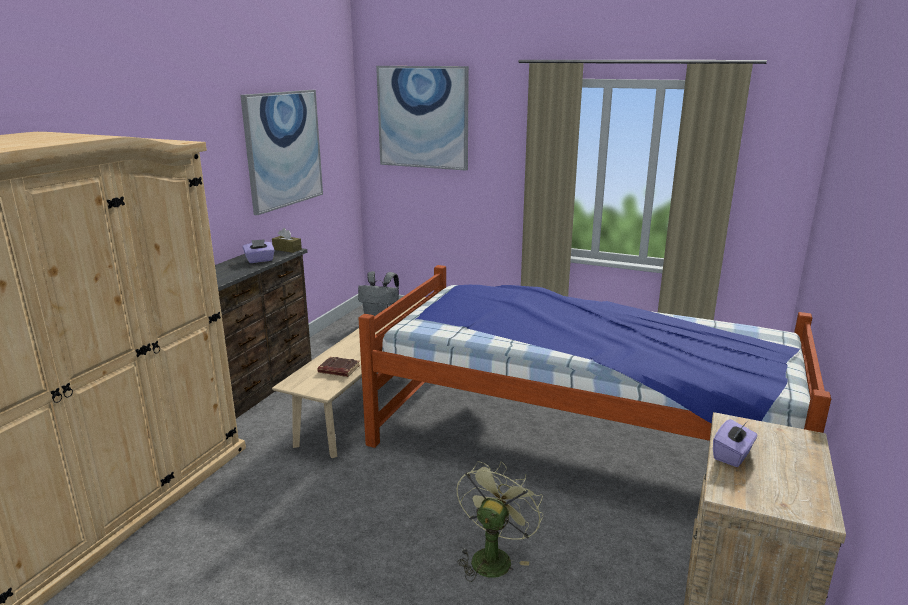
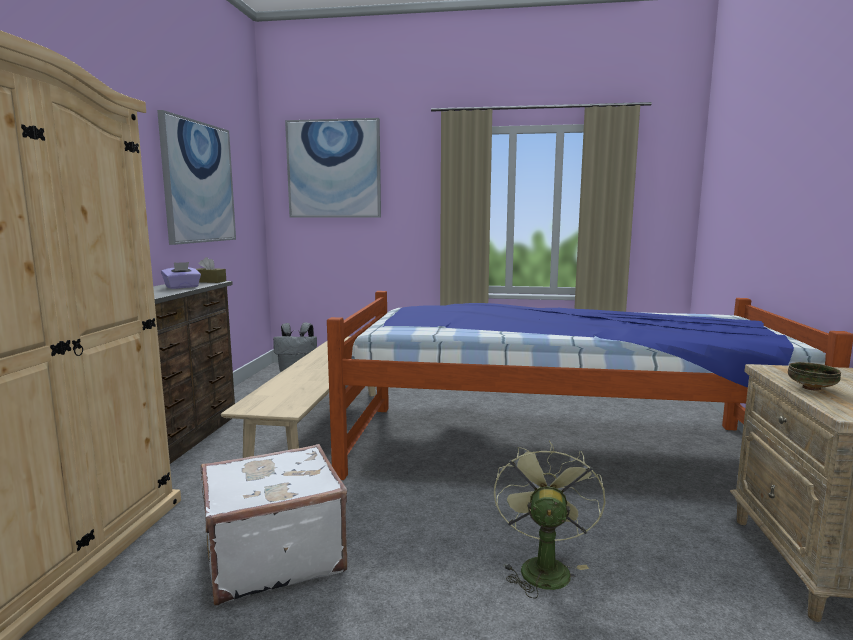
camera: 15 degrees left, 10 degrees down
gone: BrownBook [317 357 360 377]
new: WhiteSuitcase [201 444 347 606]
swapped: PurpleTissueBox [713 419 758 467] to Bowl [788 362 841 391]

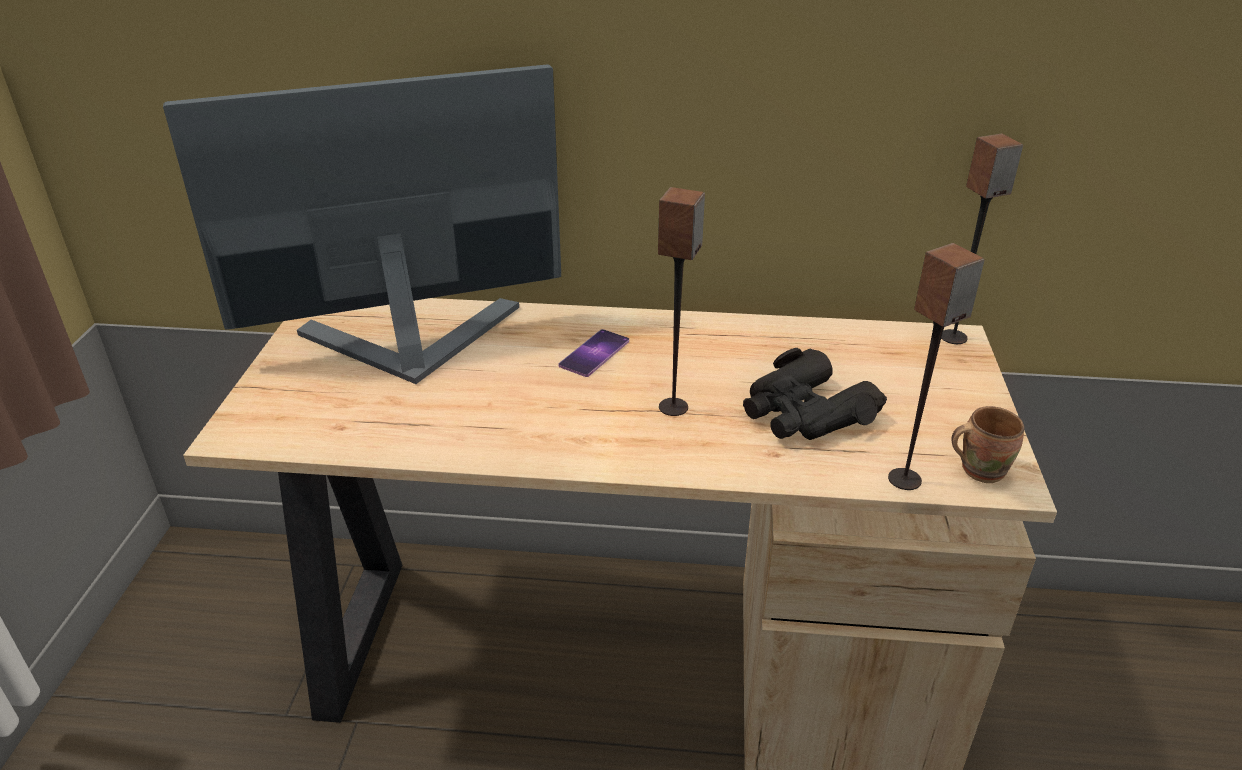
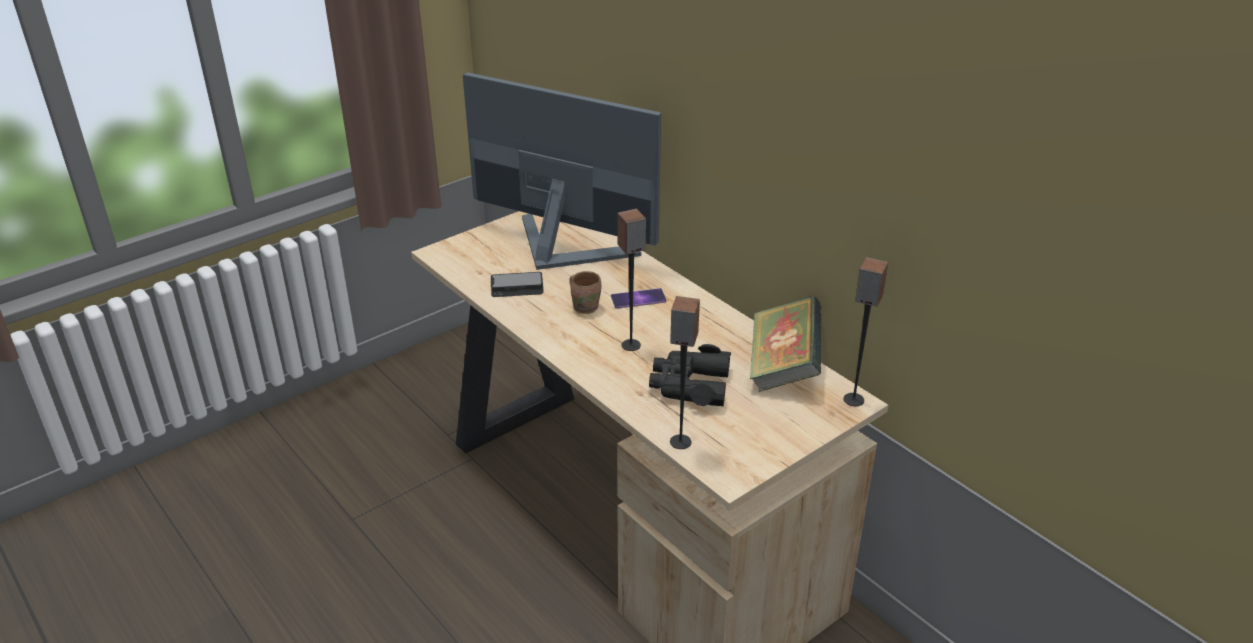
camera: 45 degrees right, 0 degrees up
new: Phone [491 272 544 297]; Book [750 296 821 392]
shifted: BrownMug [951 406 1024 483] to [569 271 601 314]

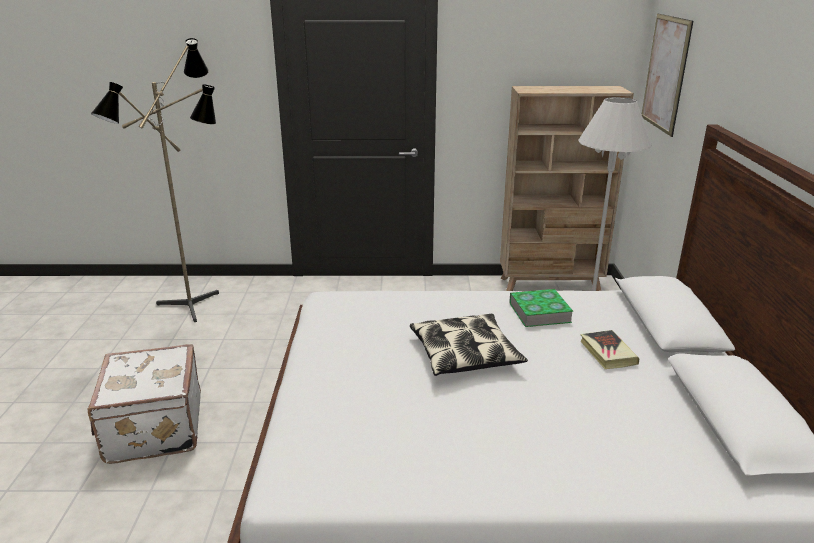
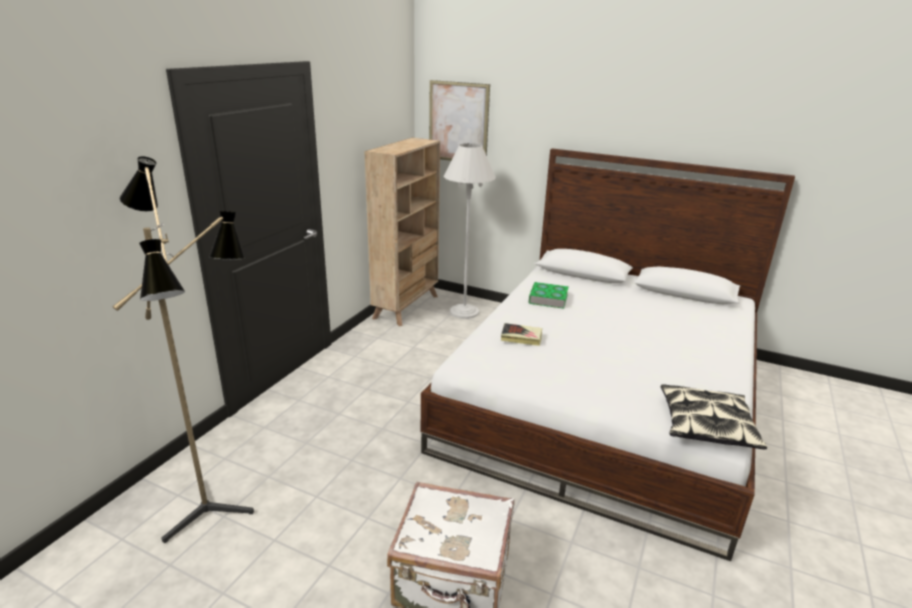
camera: 65 degrees left, 0 degrees up
shifted: Book [580 330 639 369] to [501 323 542 346]; Pillow [410 314 528 376] to [661 384 767 449]

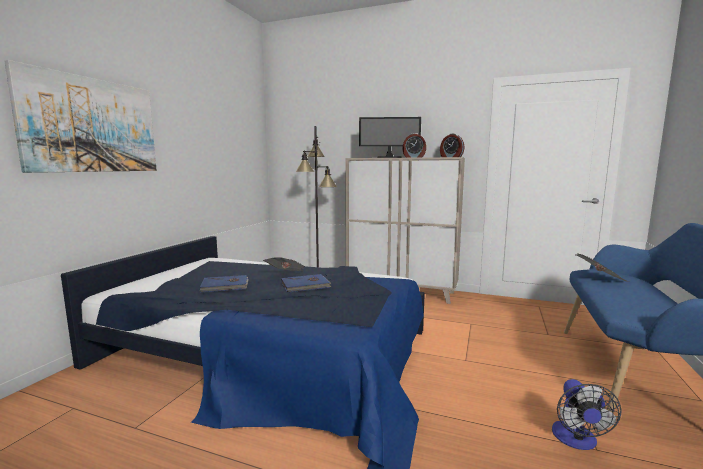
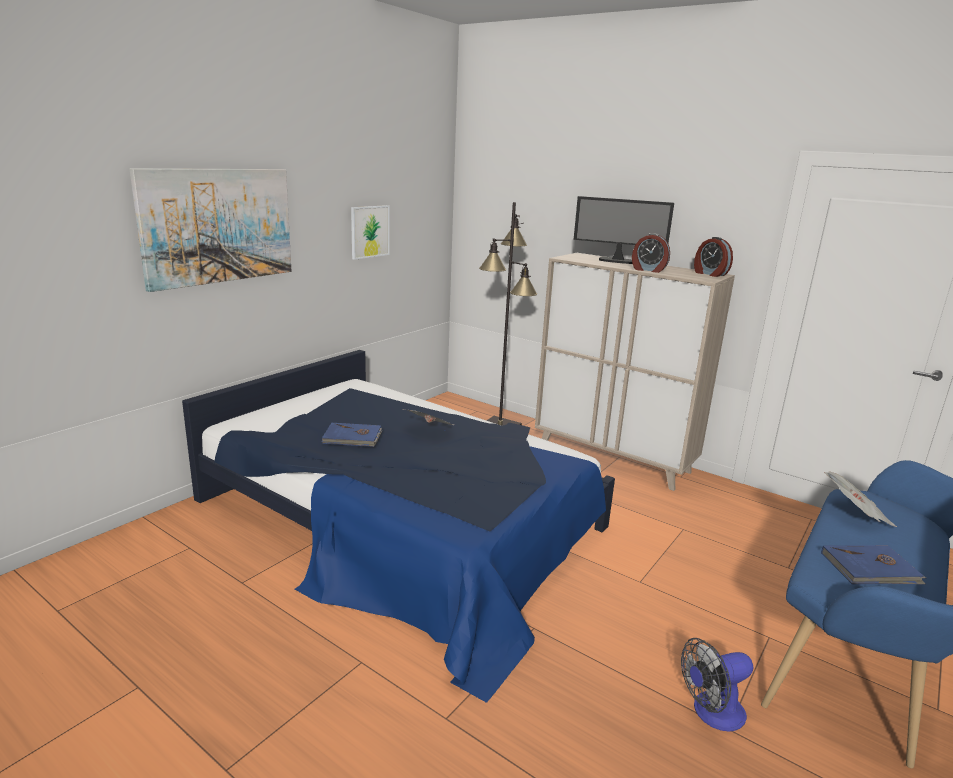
camera: 15 degrees right, 10 degrees up
new: Picture [351 205 390 260]
shifted: BlueBook [281 274 331 293] to [821 545 926 585]
rotated: Fan [552 379 622 450] = [681 638 754 731] 45 degrees clockwise

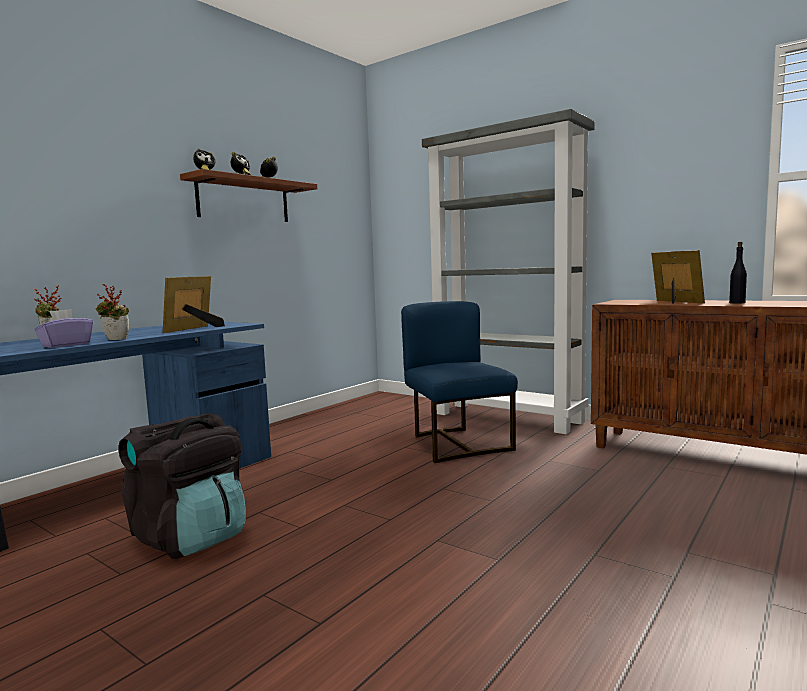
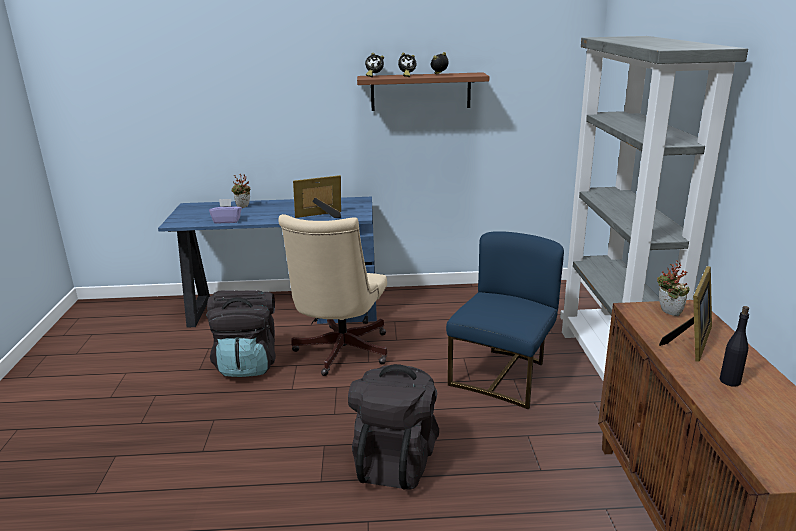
camera: 50 degrees right, 15 degrees up
new: BeigeOfficeChair [278 214 387 376]; BlackBackpack [348 364 439 490]
shifted: PottedPlant [96 284 129 340] to [657 260 690 316]

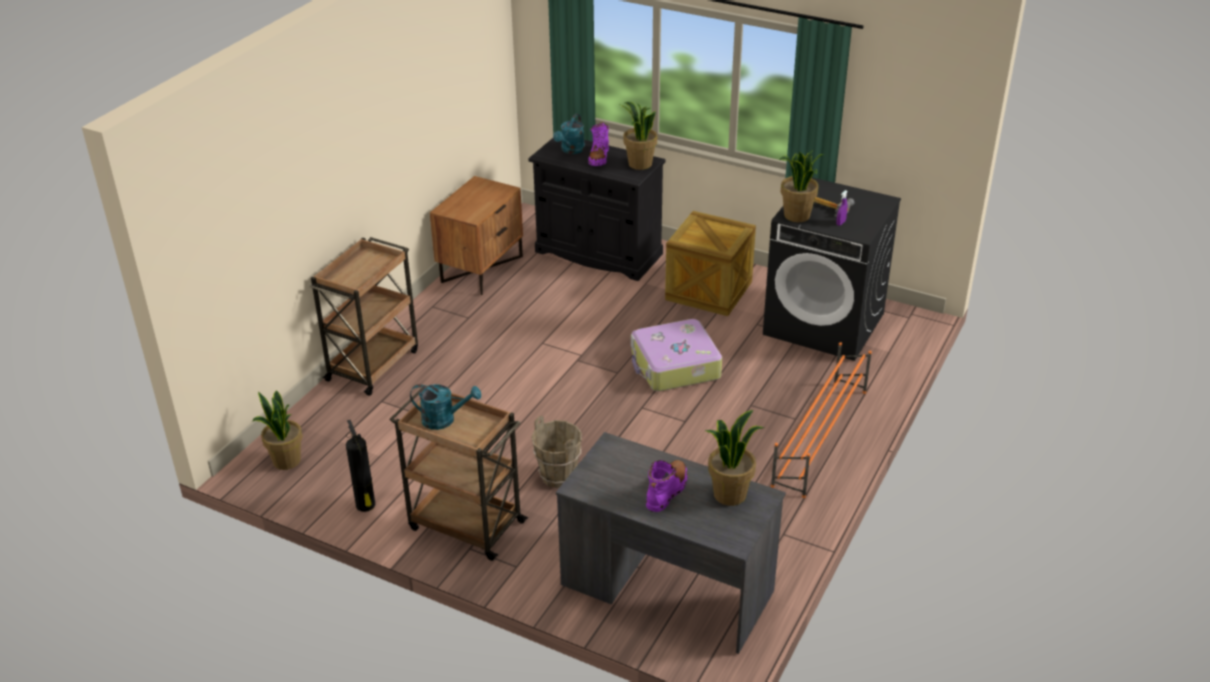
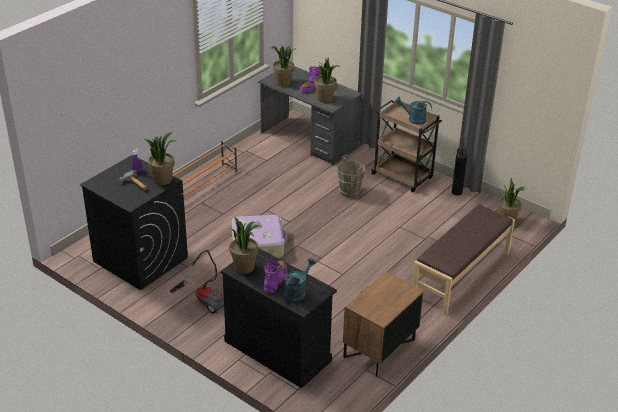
camera: 170 degrees left, 0 degrees up
new: PottedPlant [314 57 340 103]
swapped: Crate [665 211 756 316] to VacuumCleaner [170 250 224 314]; BrownCart [309 237 418 396] to BrownBench [412 204 515 315]

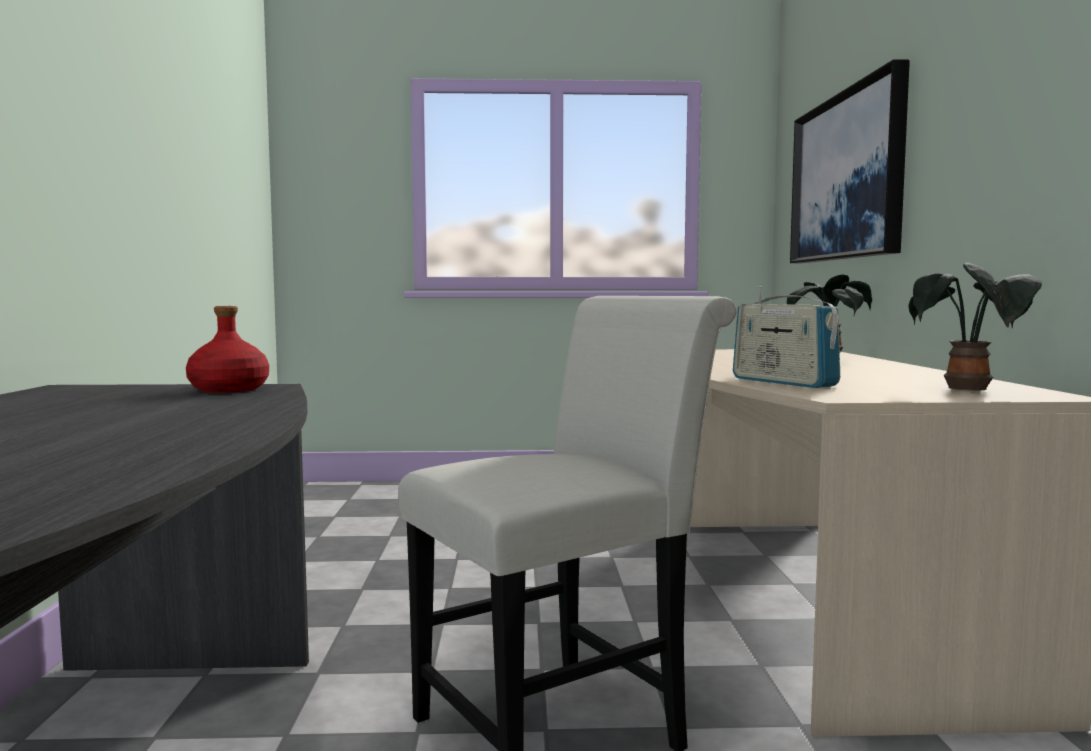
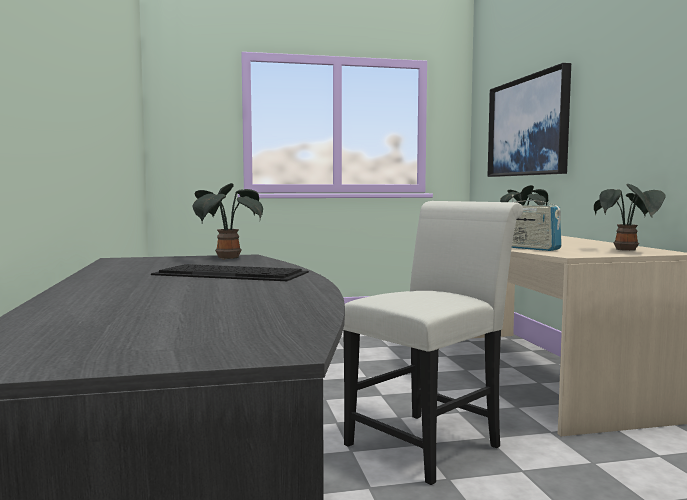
camera: 10 degrees left, 0 degrees up
new: Keyboard [151 264 309 281]
swapped: RedBottle [186 306 269 393] to PottedPlant [193 183 263 260]

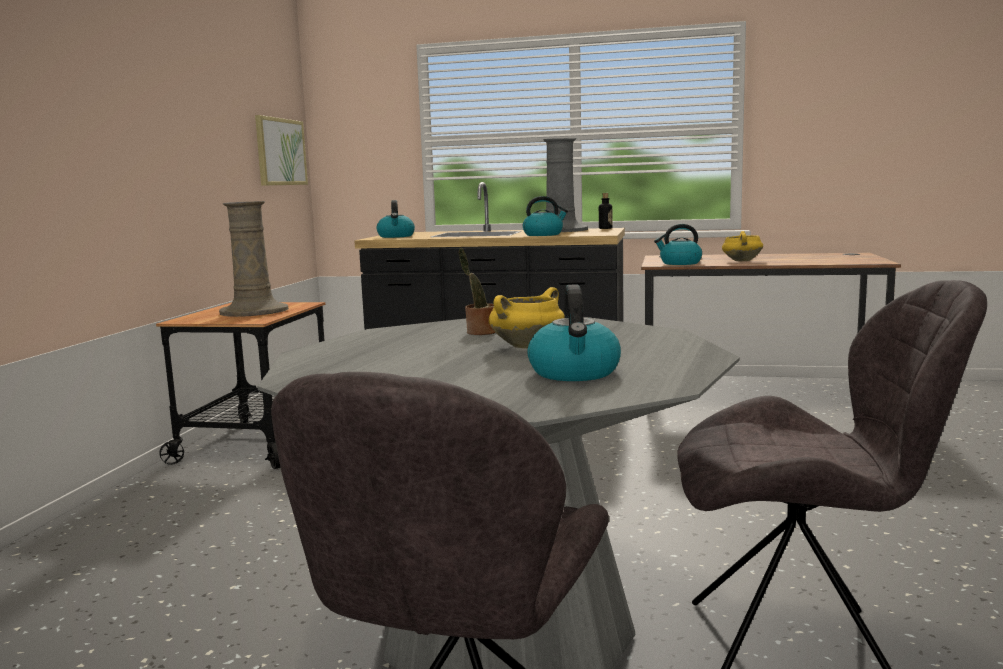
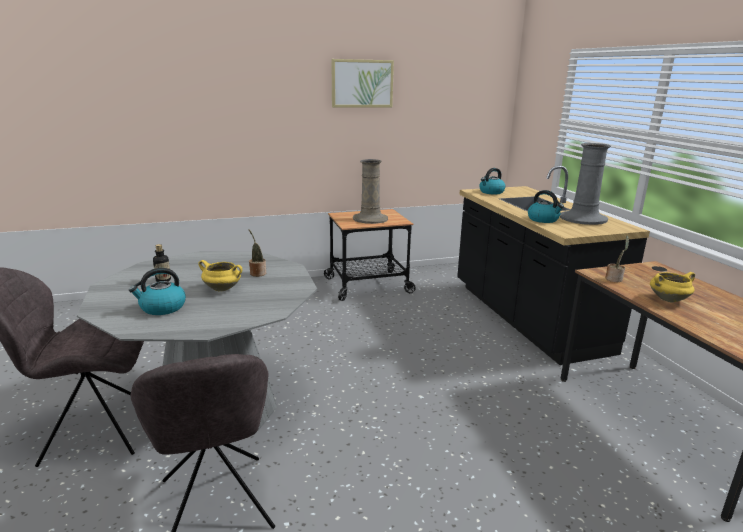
camera: 60 degrees right, 10 degrees up
shifted: Bottle [599 193 612 229] to [153 244 171 282]; Picture [255 115 308 186] to [331 59 394 108]
swapped: Kettle [654 224 702 265] to PottedPlant [605 236 629 282]

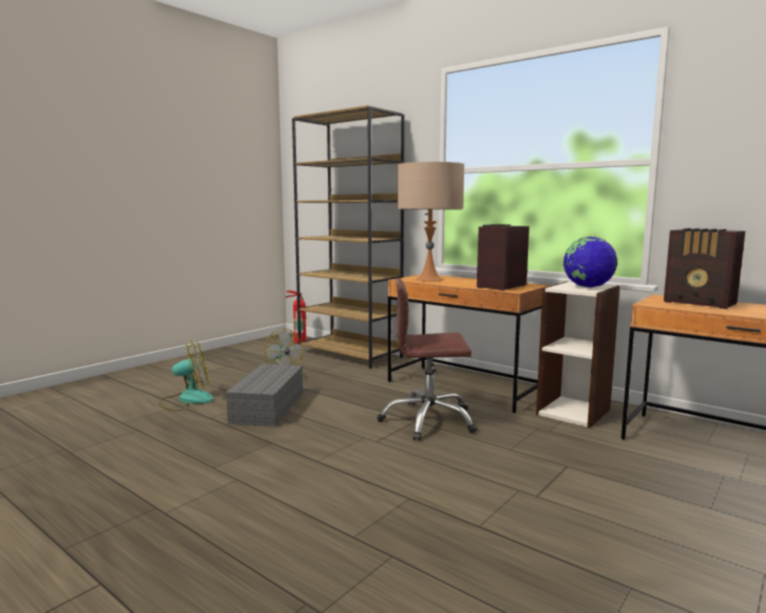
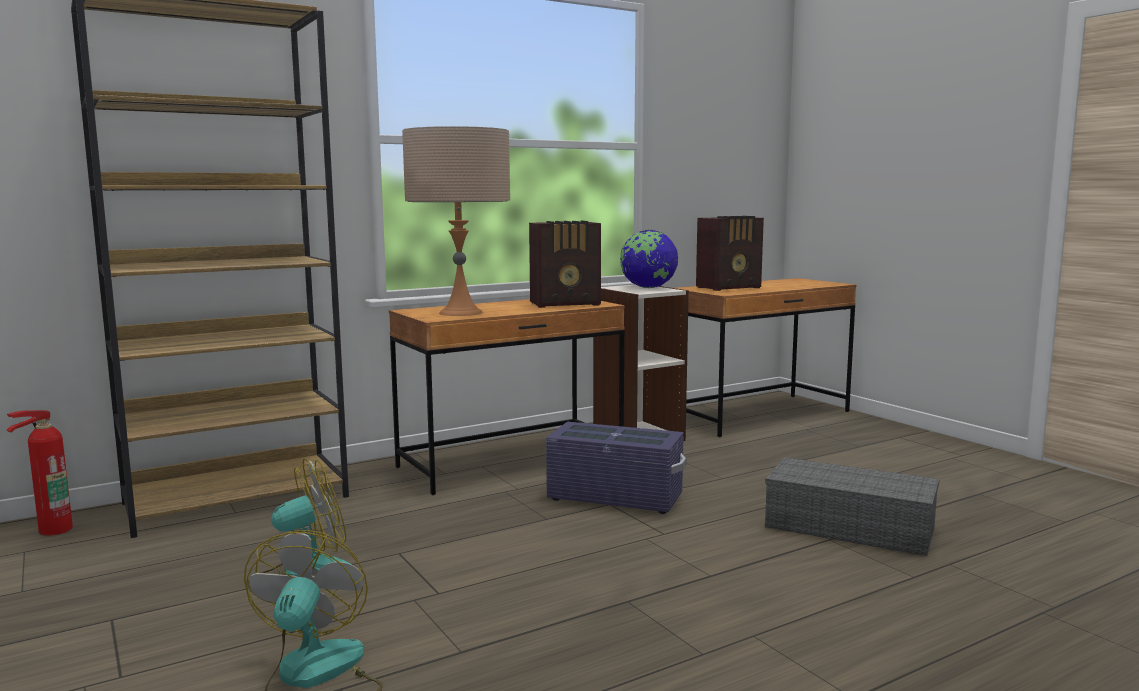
camera: 70 degrees left, 0 degrees up
shifted: GreyStorageBox [225 364 303 427] to [765 457 940 556]
swapped: BrownOfficeChair [377 278 477 441] to PurpleStorageBox [546 422 686 514]
rotated: Radio [477 224 529 291] = [529 221 601 308] 75 degrees counterclockwise

